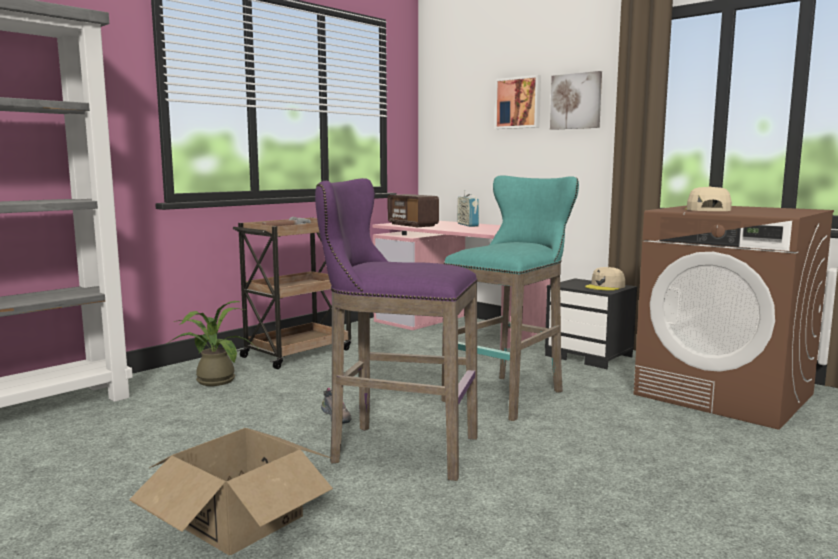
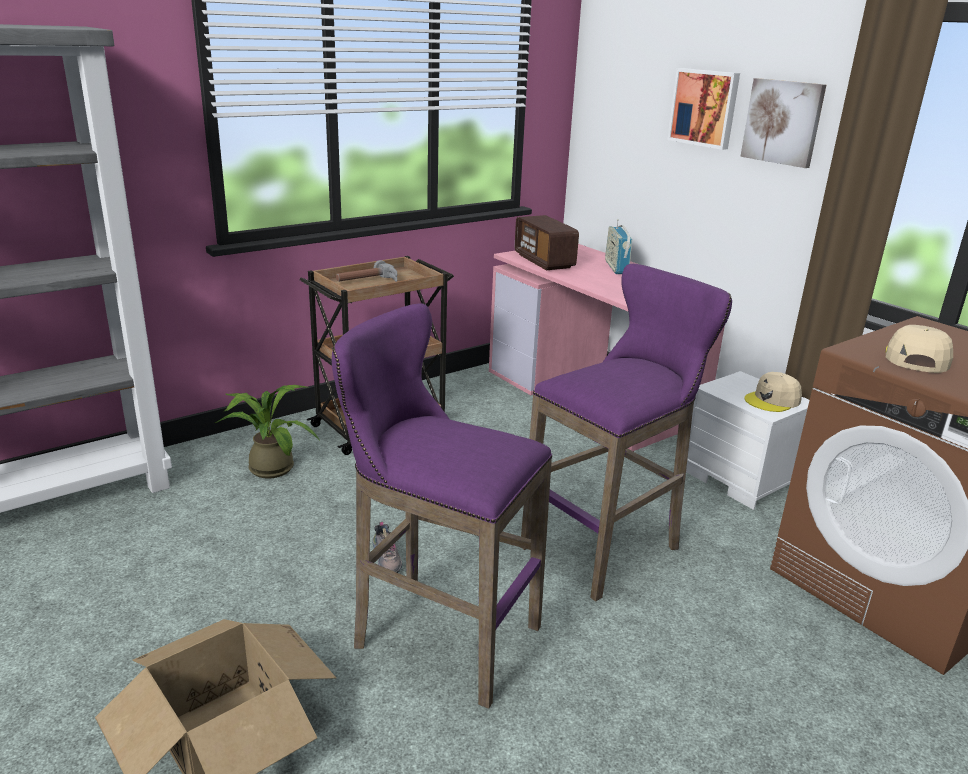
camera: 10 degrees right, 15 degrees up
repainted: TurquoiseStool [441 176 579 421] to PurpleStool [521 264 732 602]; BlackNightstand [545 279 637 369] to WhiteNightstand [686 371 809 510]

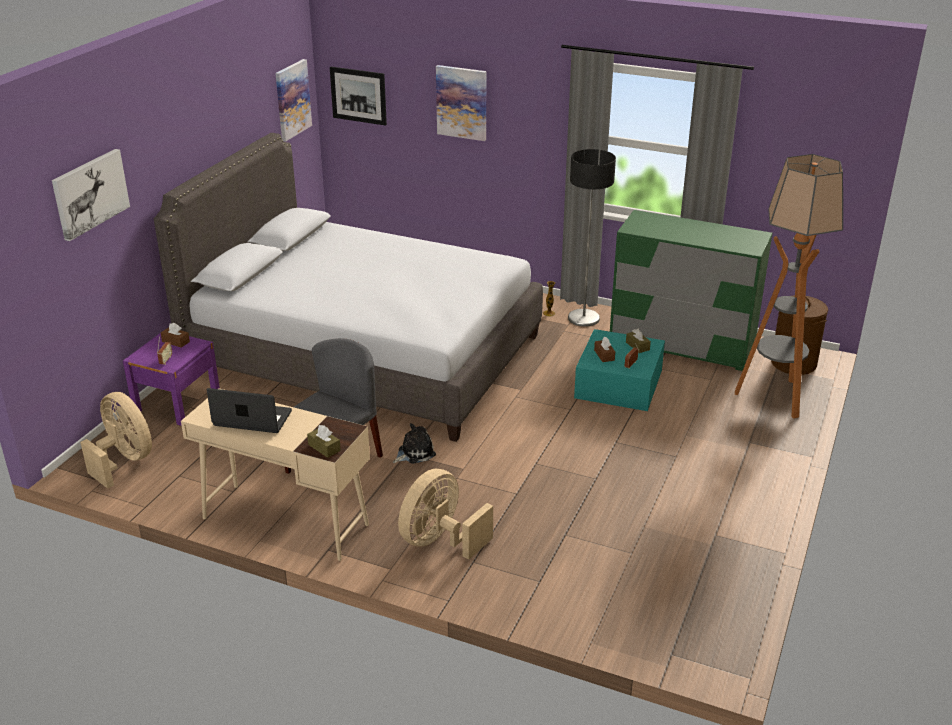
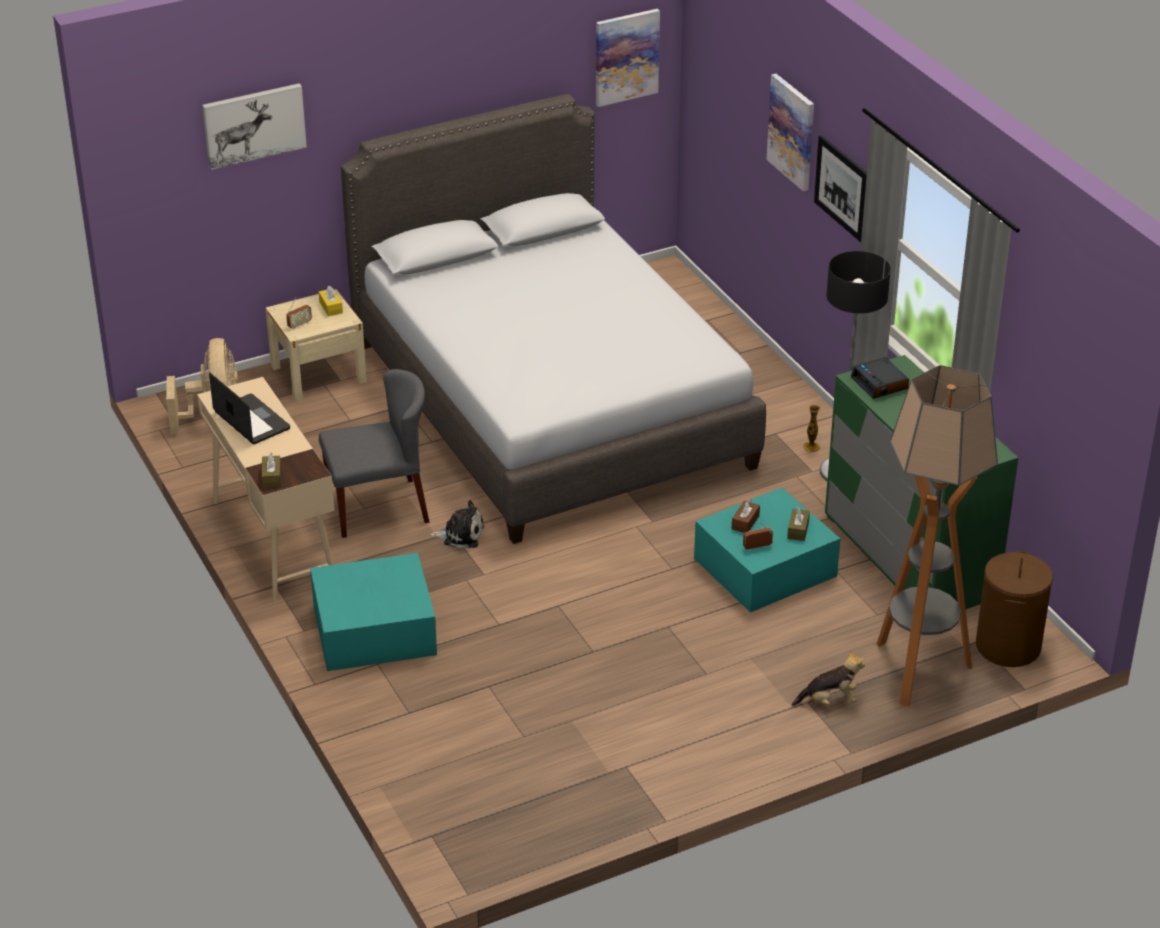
camera: 40 degrees right, 5 degrees up
new: PlushToy [792 650 865 706]; AlarmClock [851 357 909 399]
shifted: Picture [330 67 387 126] to [814 135 867 242]
swapped: BeigeFan [398 468 493 560] to TurquoiseStorageBox [310 553 437 671]
repainted: PurpleNightstand [123 333 220 426] to BeigeNightstand [266 289 367 402]; BrownTissueBox [161 323 190 348] to YellowTissueBox [319 285 343 316]

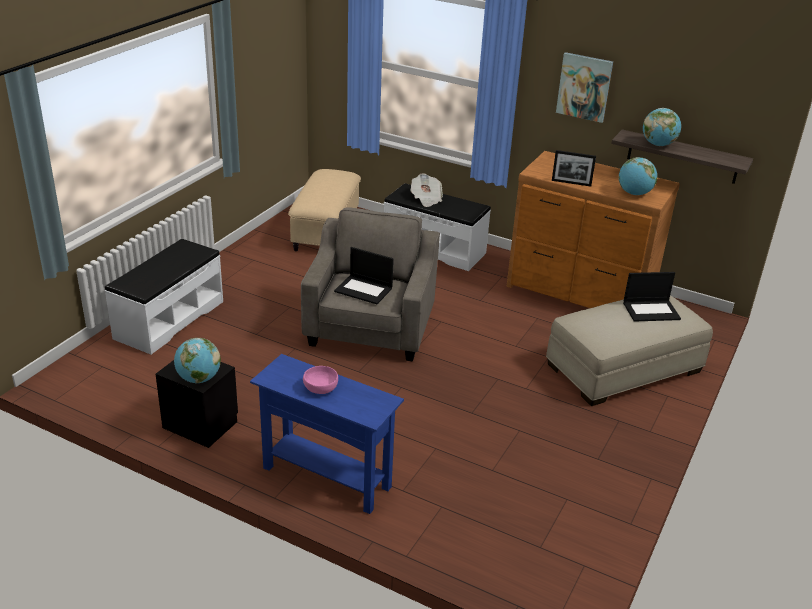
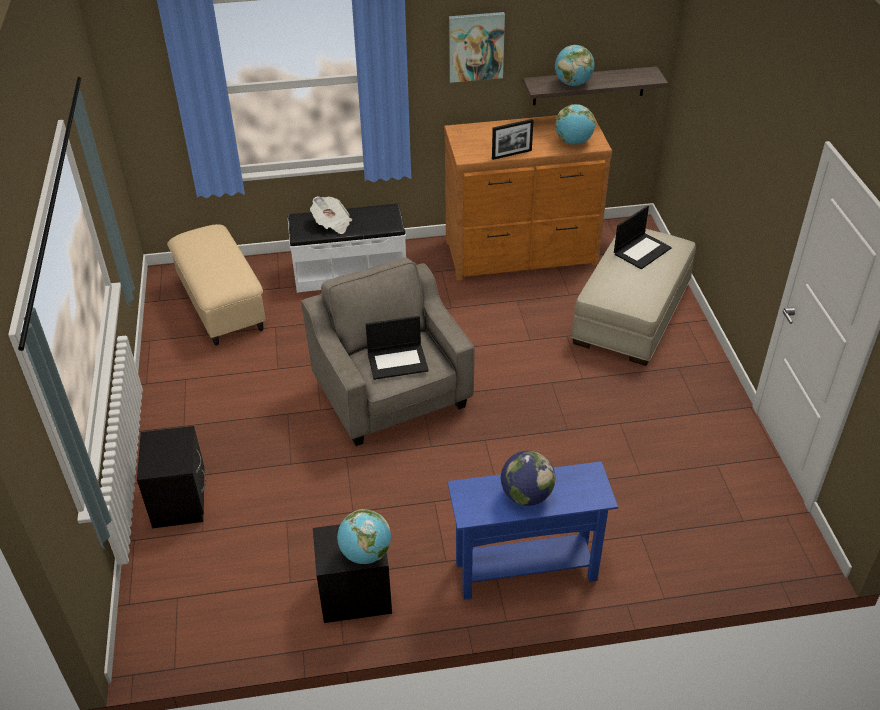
camera: 35 degrees left, 10 degrees up
swapped: WhiteBench [105 239 223 355] to BlackNightstand [137 426 206 528]; PinkBowl [303 366 338 394] to Globe [501 451 555 506]

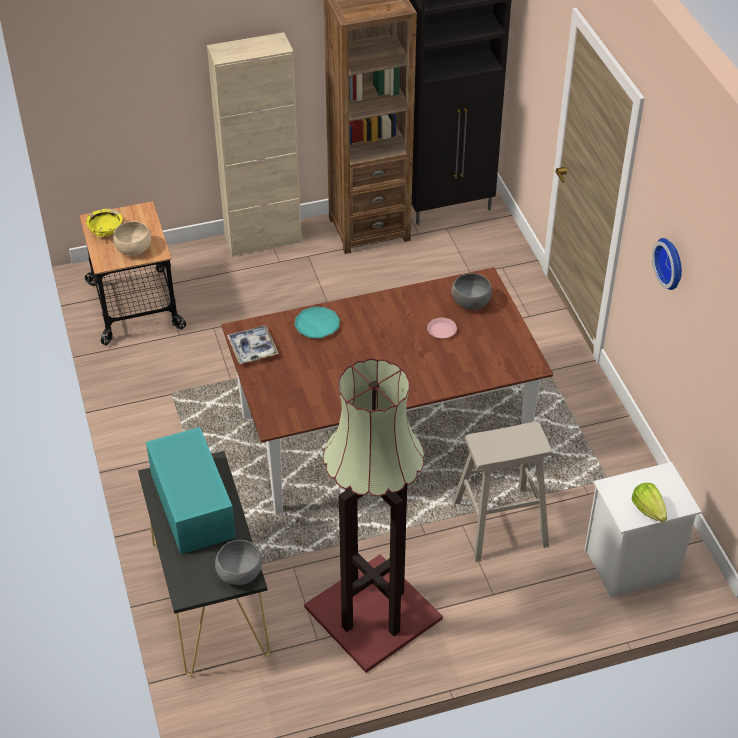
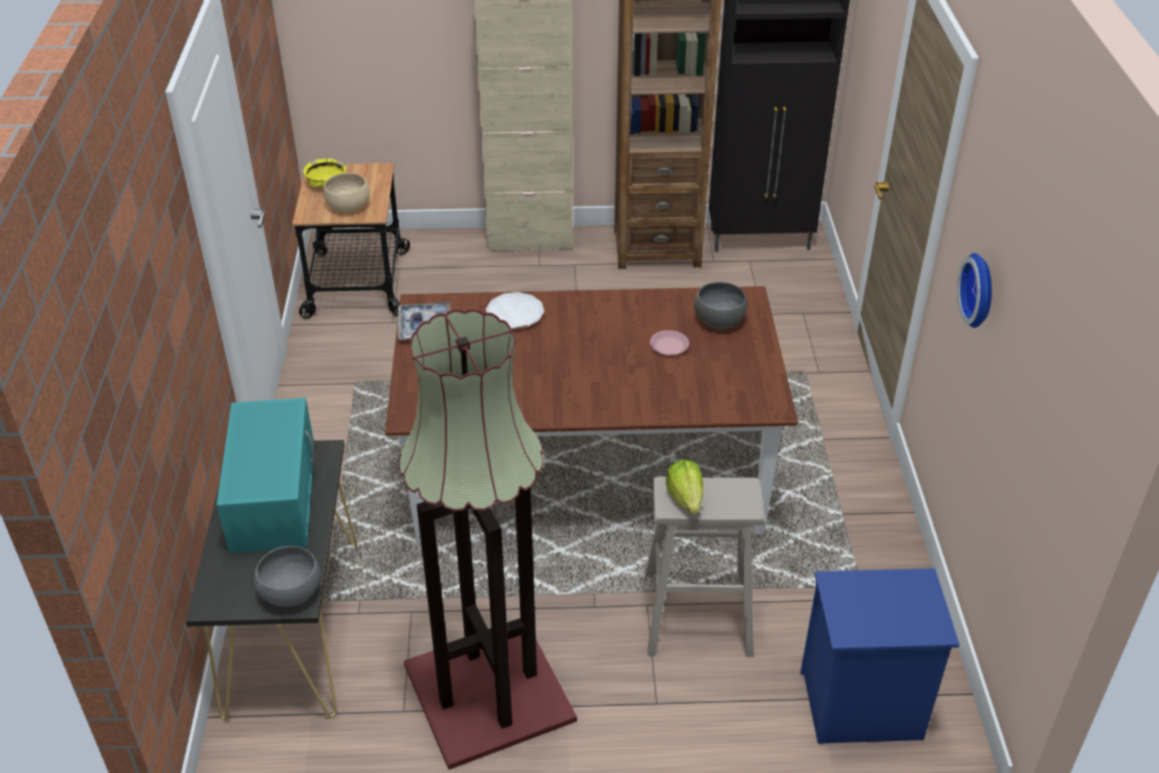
camera: 15 degrees right, 5 degrees down
shifted: Lettuce [632 483 667 522] to [666 460 703 514]
repainted: TurquoisePlate [294 307 340 339] to WhitePlate [486 292 544 329]; WhiteNightstand [584 462 701 598] to BlueNightstand [800 568 960 744]

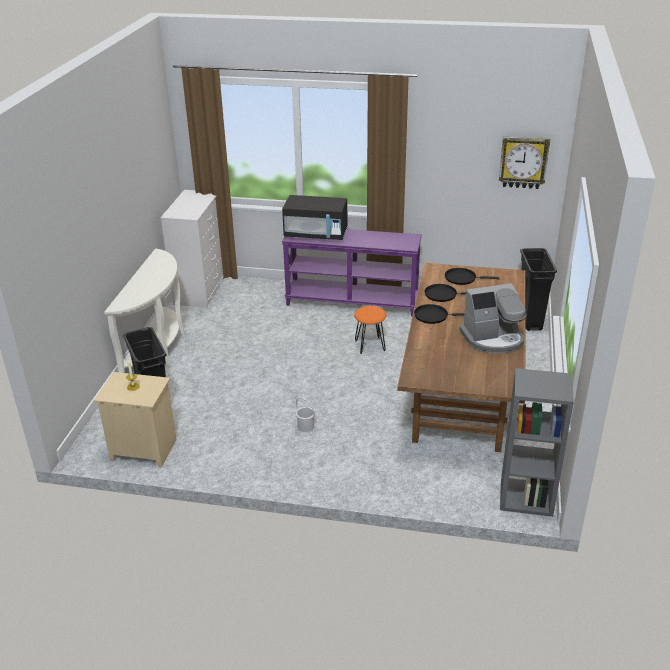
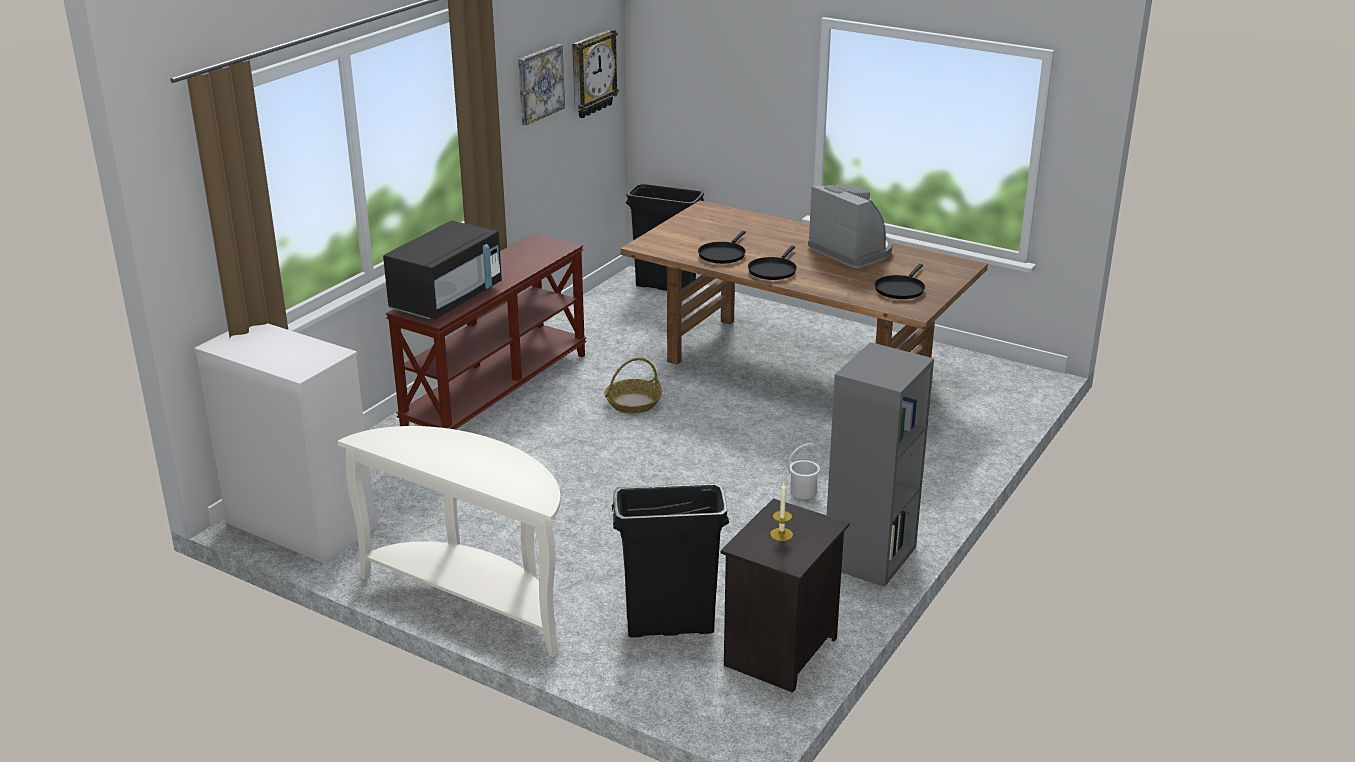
camera: 70 degrees left, 5 degrees down
new: Picture [518 44 565 125]
shifted: GreyBookcase [500 368 574 517] to [827 342 934 587]; BlackFryingPan [445 268 500 285] to [875 264 925 299]
swapped: OrangeStool [354 306 387 354] to Basket [604 358 662 413]
repainted: PurpleConsoleTable [282 229 422 317] to BrownConsoleTable [386 233 587 430]; BeigeNightstand [94 372 177 467] to BlackNightstand [721 498 849 693]
rotated: CoffeeMachine [460 283 526 354] = [808 185 893 269] 45 degrees counterclockwise

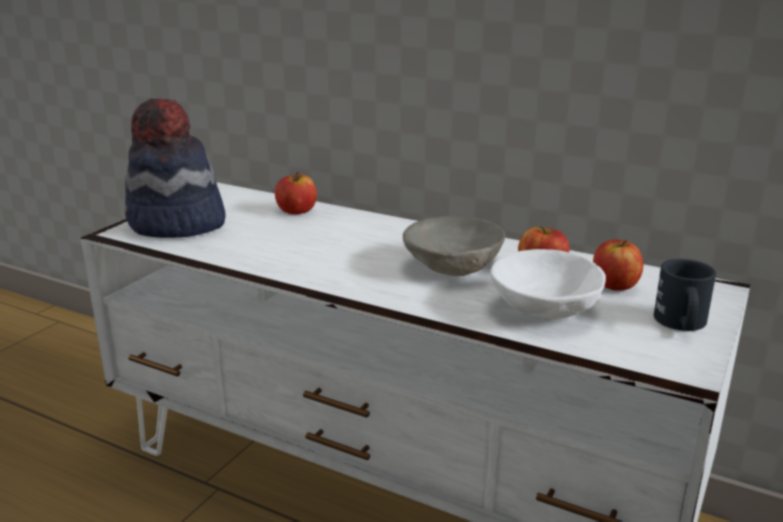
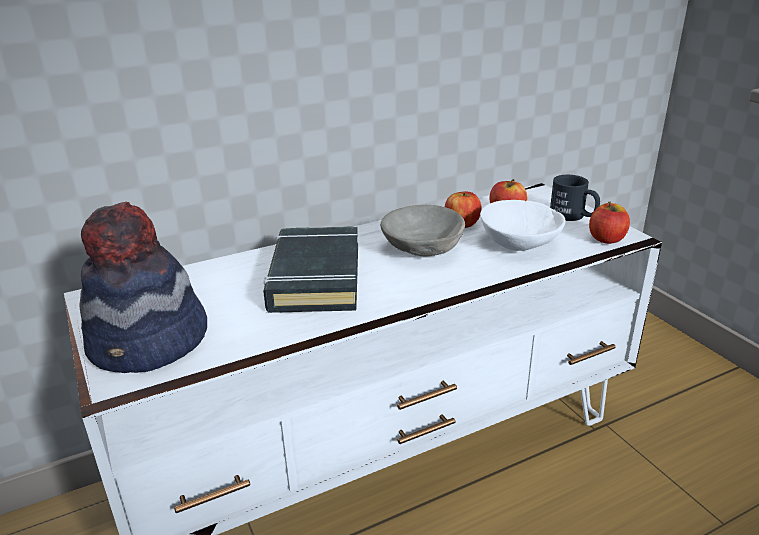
camera: 55 degrees left, 5 degrees up
new: BlackBook [263 226 358 313]
shifted: Apple [275 172 317 215] to [589 202 630 244]

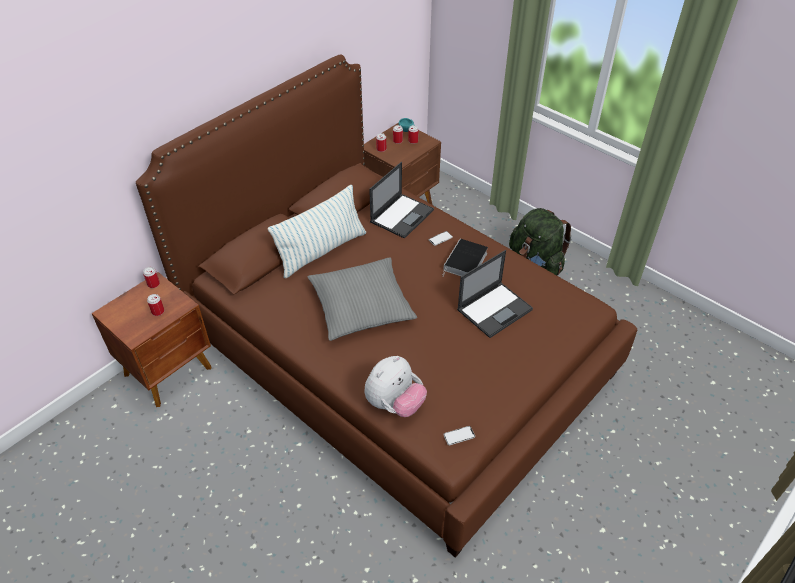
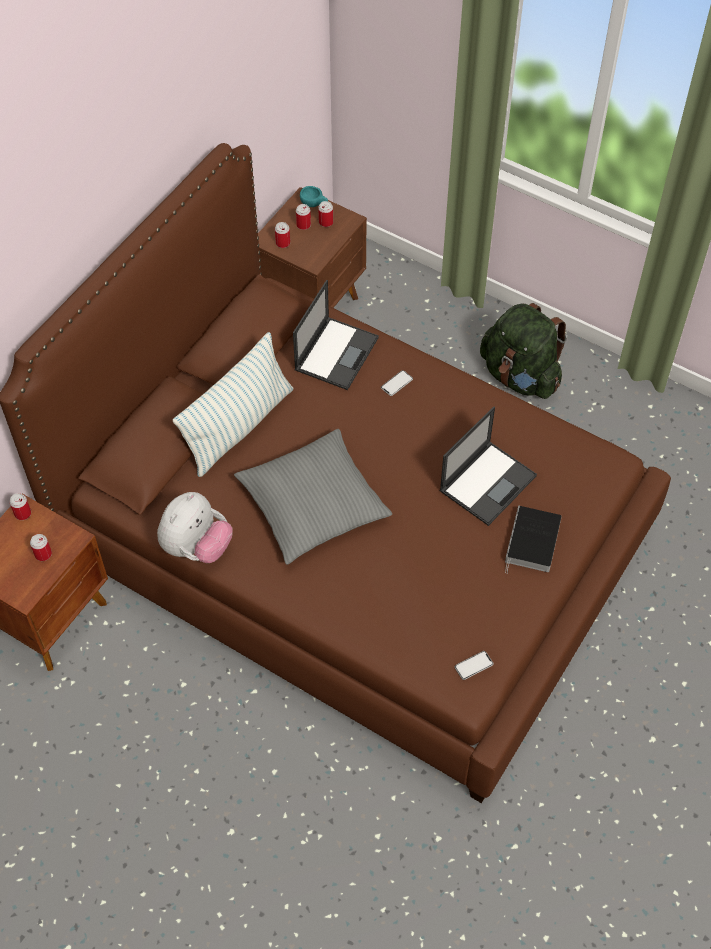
camera: 10 degrees left, 10 degrees up
shifted: PlushToy [364 356 427 417] to [157 492 233 563]; Book [442 239 488 277] to [505 506 562 573]

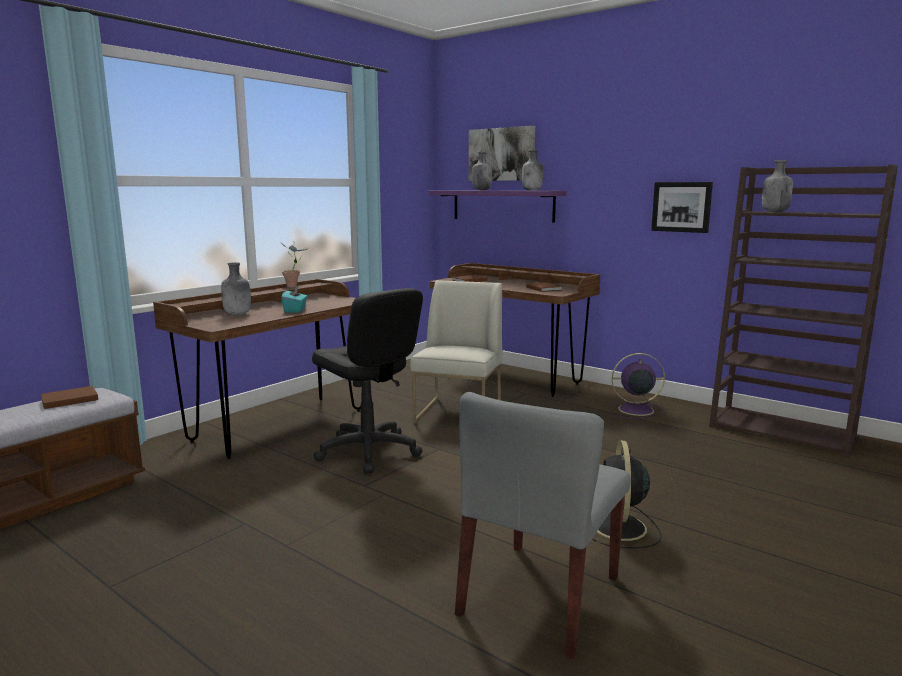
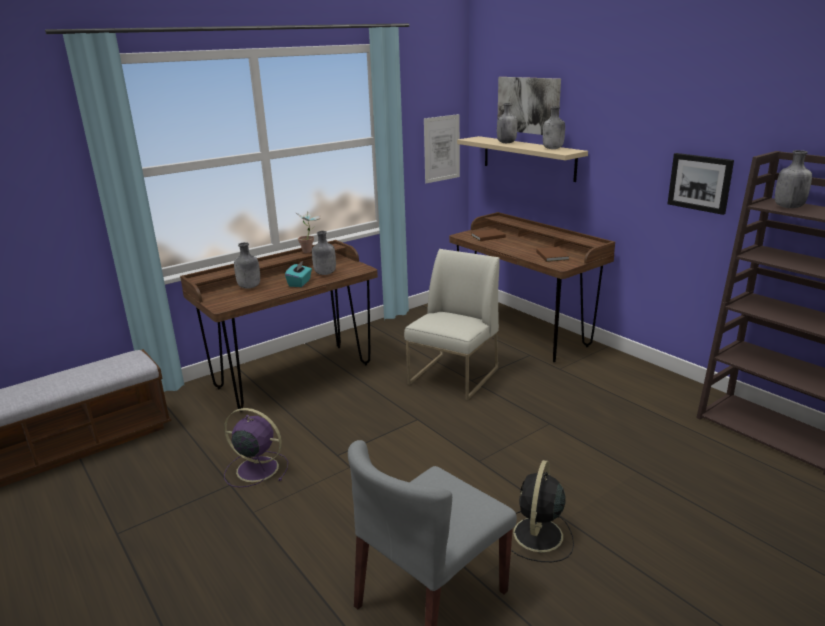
camera: 15 degrees right, 10 degrees up
gone: BrownBook [41 386 98 409]; BlackOfficeChair [312 288 423 474]
new: GreyBottle [312 231 336 275]; Picture [424 114 460 183]
shifted: PurpleFan [609 353 666 419] to [224 408 288 487]
repainted: PurpleShelf [429 190 566 223] to BeigeShelf [457 136 588 182]

